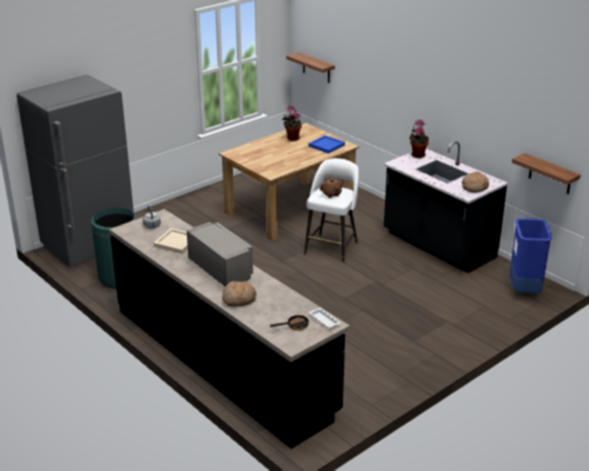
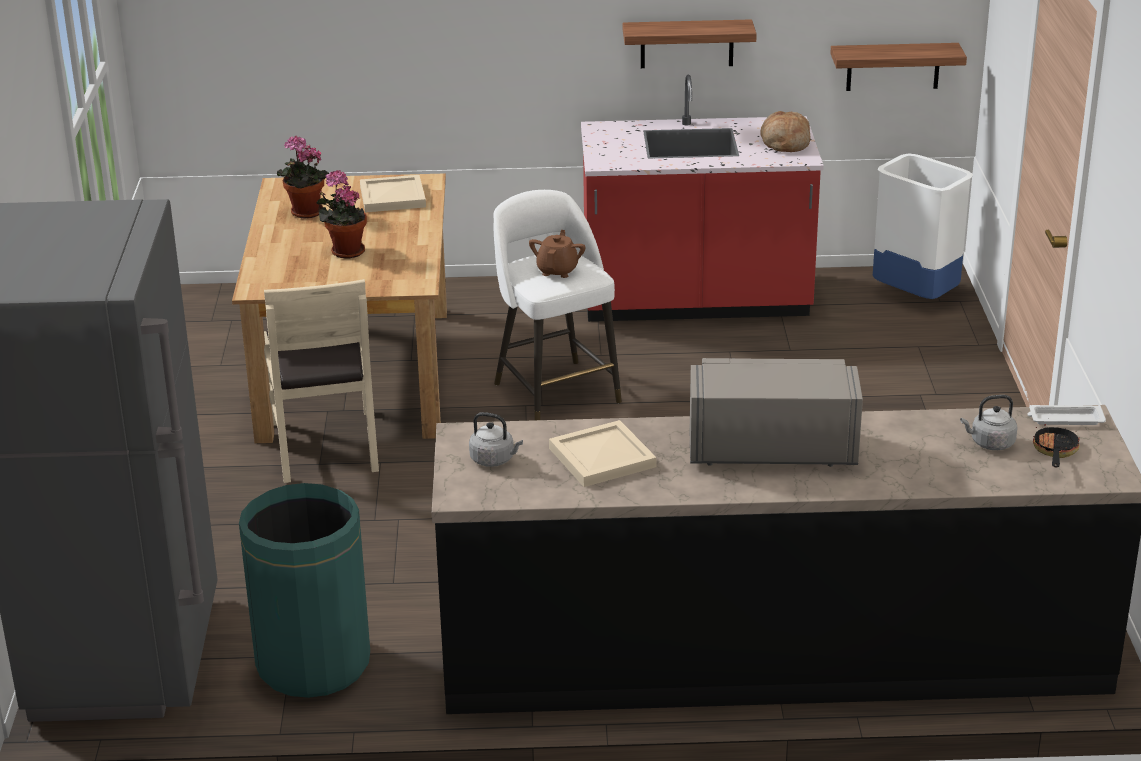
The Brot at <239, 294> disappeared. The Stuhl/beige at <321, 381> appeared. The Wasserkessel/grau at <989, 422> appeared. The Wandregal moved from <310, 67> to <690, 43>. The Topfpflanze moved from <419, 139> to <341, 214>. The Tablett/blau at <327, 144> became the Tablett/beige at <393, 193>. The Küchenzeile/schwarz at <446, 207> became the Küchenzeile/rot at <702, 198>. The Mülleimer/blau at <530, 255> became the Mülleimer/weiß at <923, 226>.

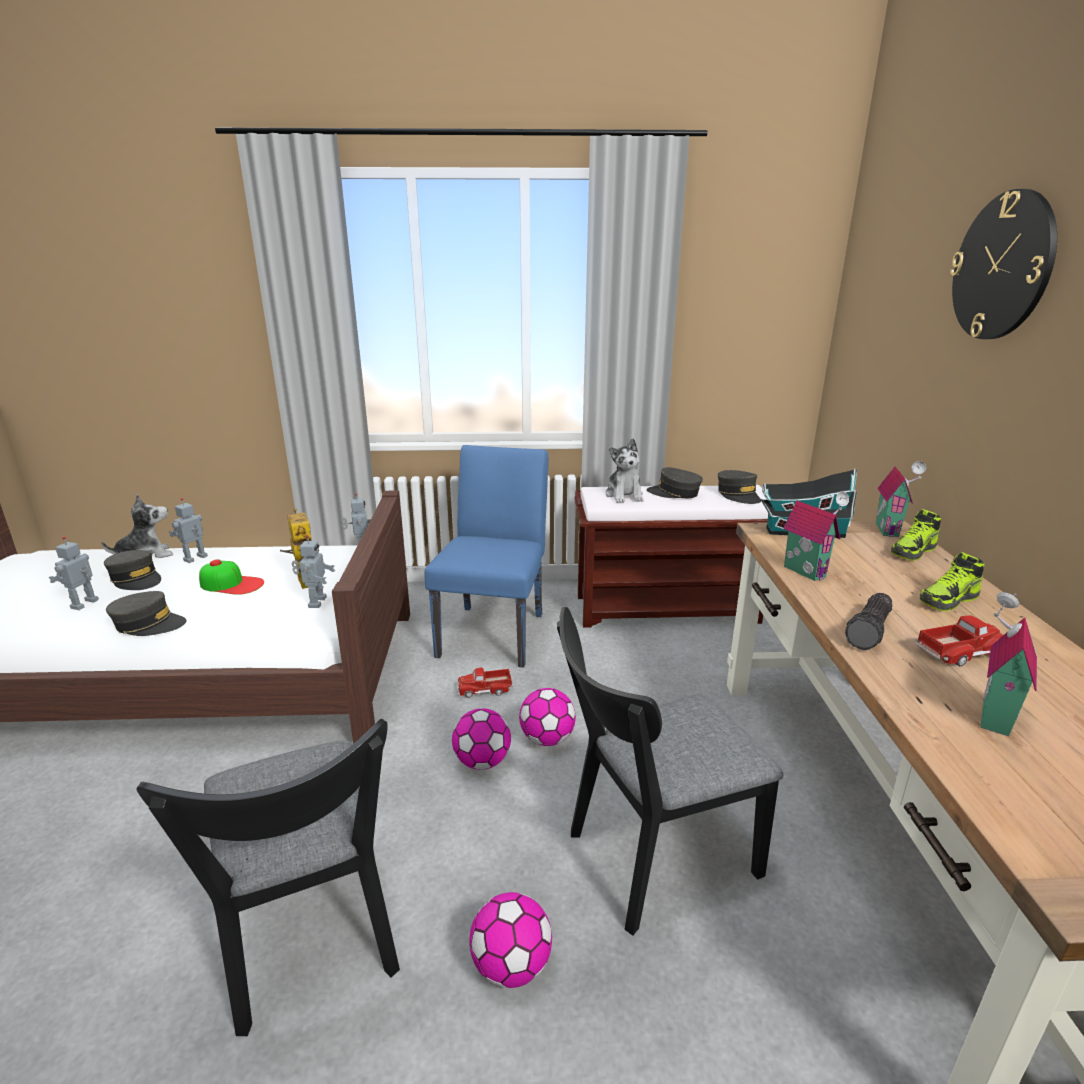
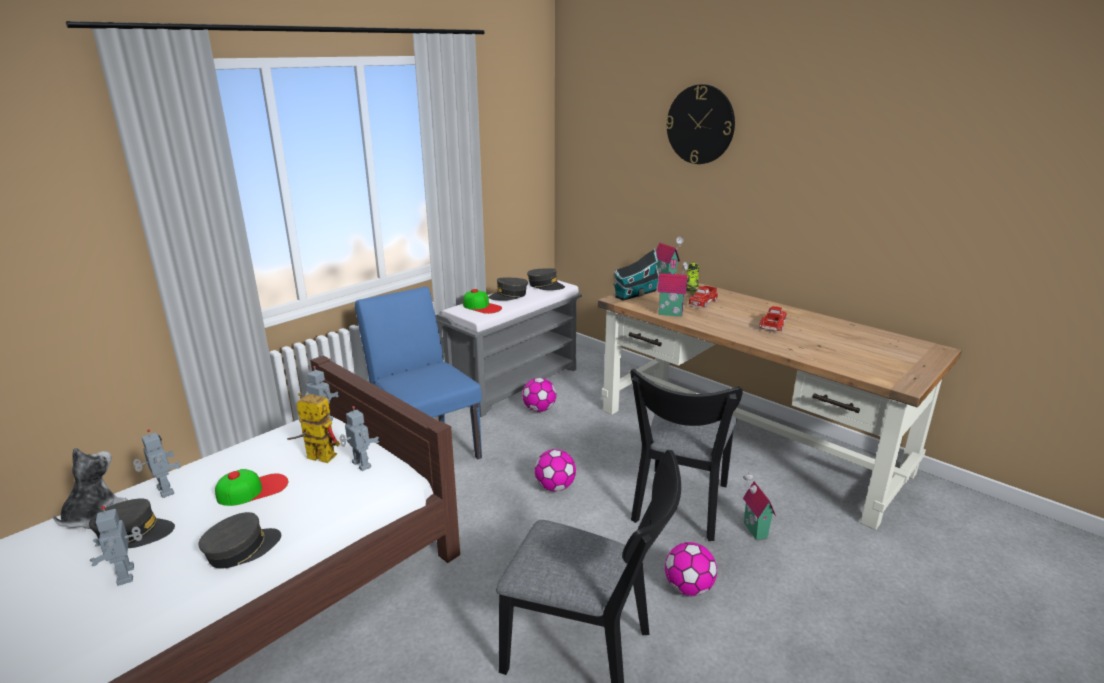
The Taschenlampe at <869, 621> disappeared. The Schuh at <952, 581> disappeared. The Fußball moved from <481, 739> to <539, 395>. The Spielzeuglaster moved from <485, 682> to <703, 297>. The Spielzeughaus moved from <1008, 664> to <759, 507>. The Plüschtier at <625, 470> was replaced by the Kappe at <482, 301>. The Bank/braun at <671, 556> became the Bank/grau at <510, 348>. The Spielzeugroboter at <188, 530> turned 150 degrees clockwise.

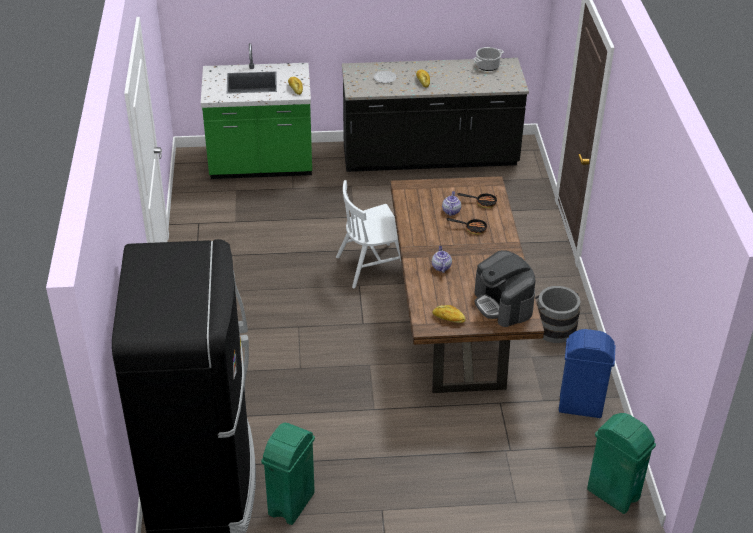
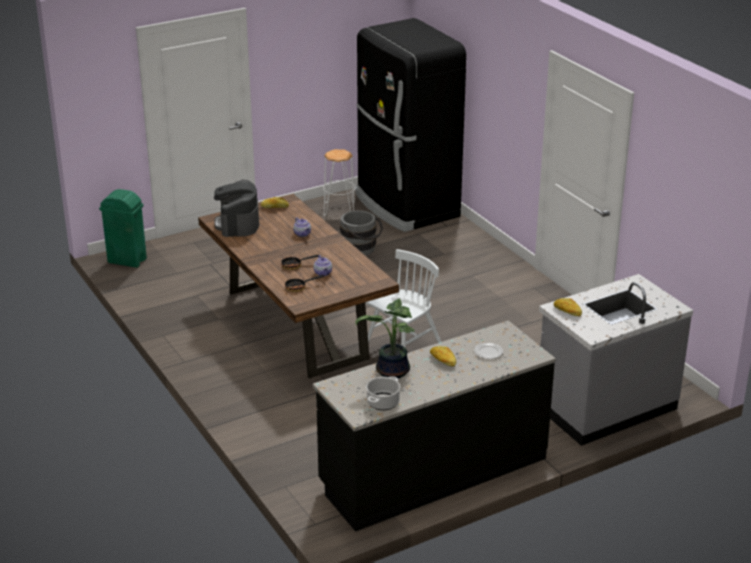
The Mülleimer/blau at <587, 373> disappeared. The Topfpflanze at <385, 339> appeared. The Eimer/grau moved from <557, 314> to <361, 233>. The Mülleimer/grün at <288, 474> was replaced by the Hocker/weiß at <339, 182>. The Küchenzeile/grün at <256, 111> became the Küchenzeile/grau at <616, 360>. The Kaffeemaschine at <504, 288> turned 135 degrees counterclockwise.

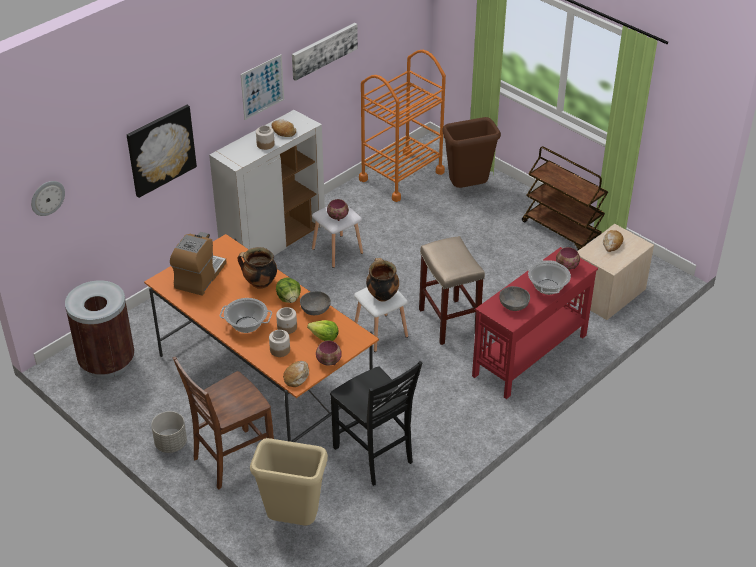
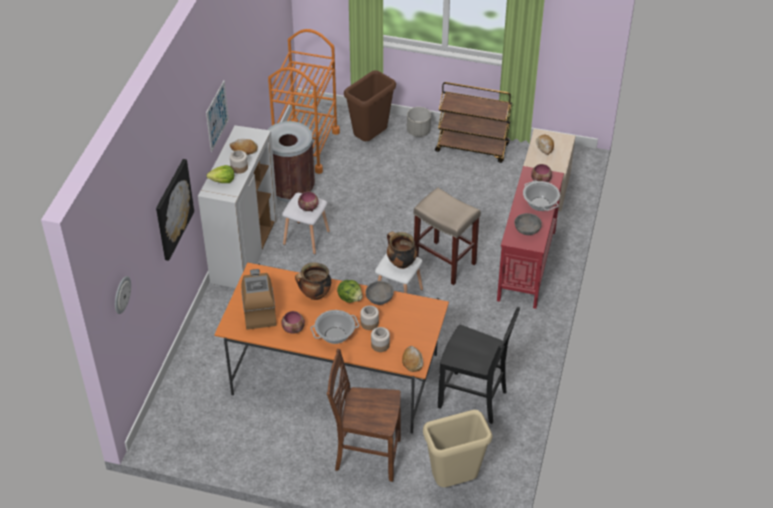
The Bild at <325, 52> disappeared. The Mülleimer/braun moved from <100, 329> to <291, 161>. The Pflanzkübel/grau moved from <169, 432> to <419, 122>. The Salatkopf moved from <323, 330> to <220, 174>. The Schüssel moved from <329, 353> to <293, 322>. The Stuhl/braun at <223, 422> turned 75 degrees clockwise.

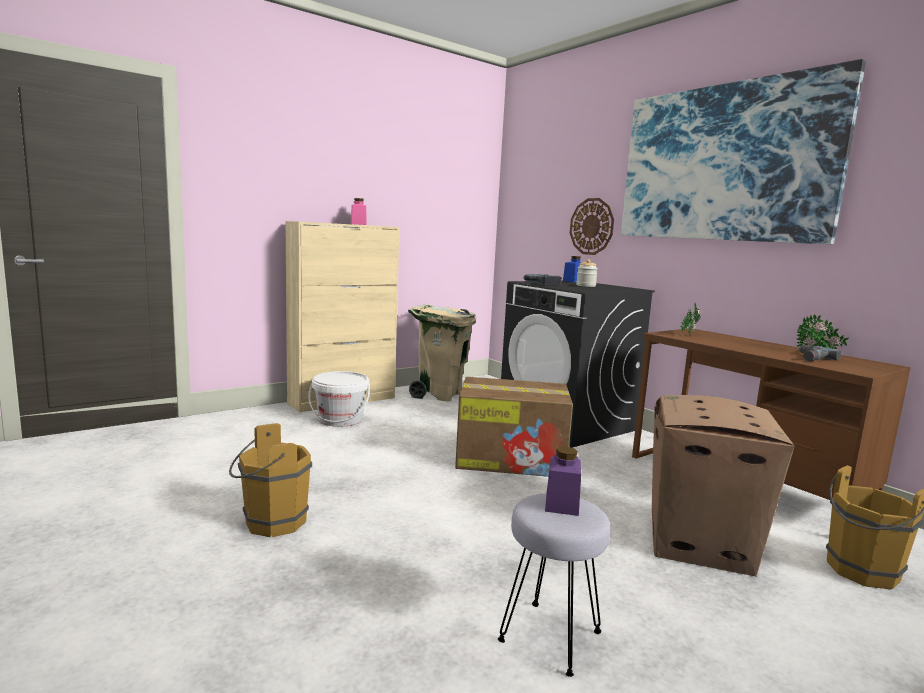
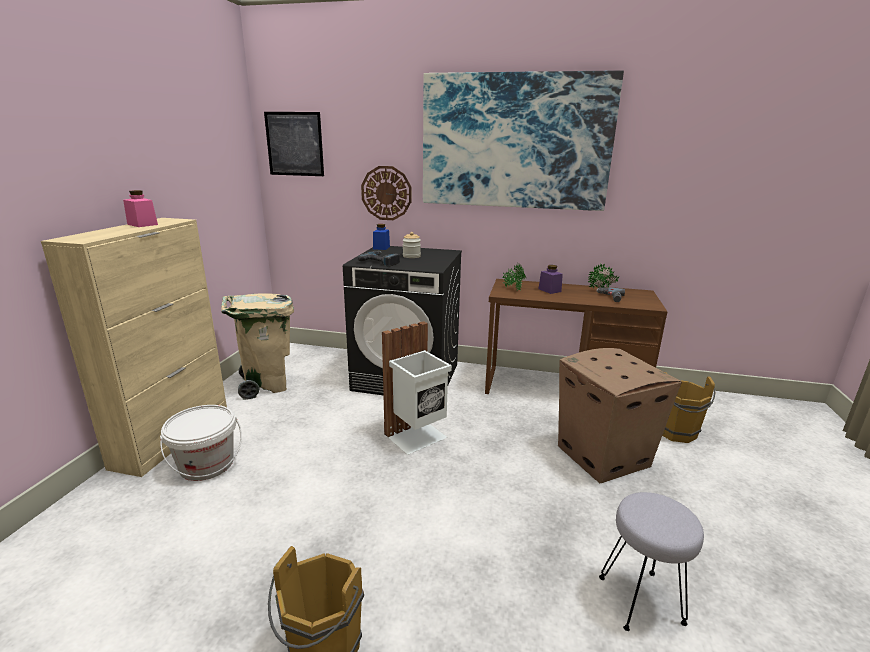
The Bild at <294, 144> appeared. The Vorratsglas/lila moved from <563, 481> to <550, 279>. The Karton at <514, 427> was replaced by the Mülleimer/weiß at <417, 388>.

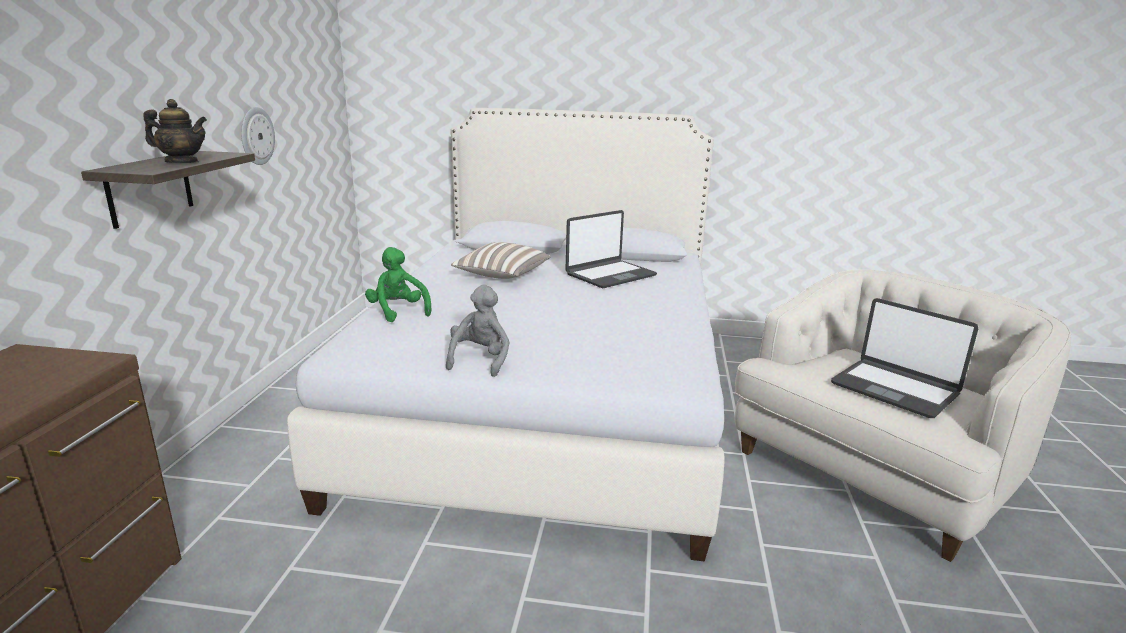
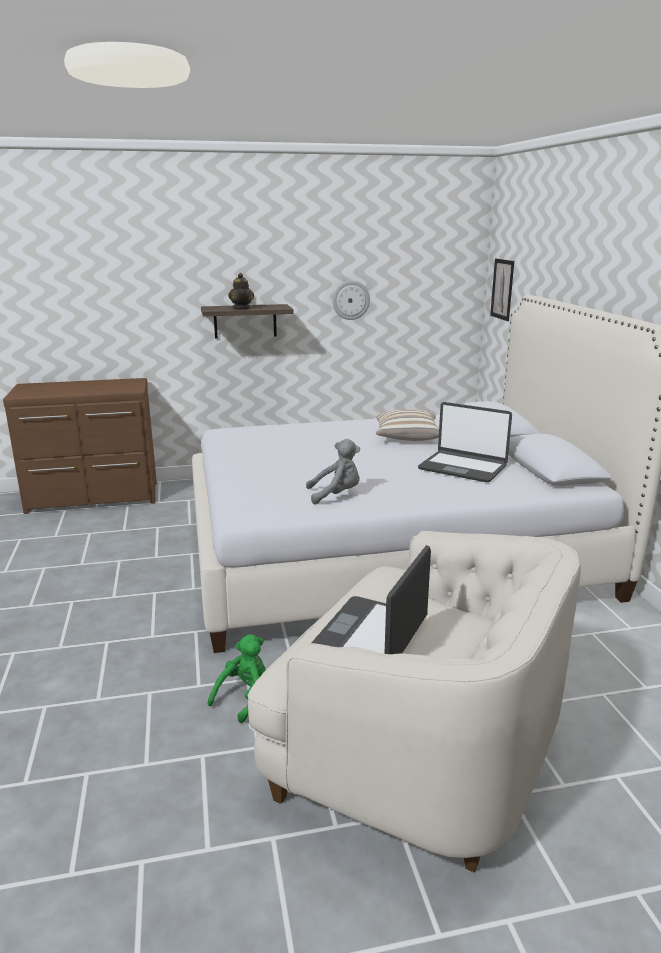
The Bild at <502, 290> appeared. The Plüschtier/grün moved from <398, 284> to <236, 678>. The Plüschtier/grau moved from <477, 331> to <333, 472>.

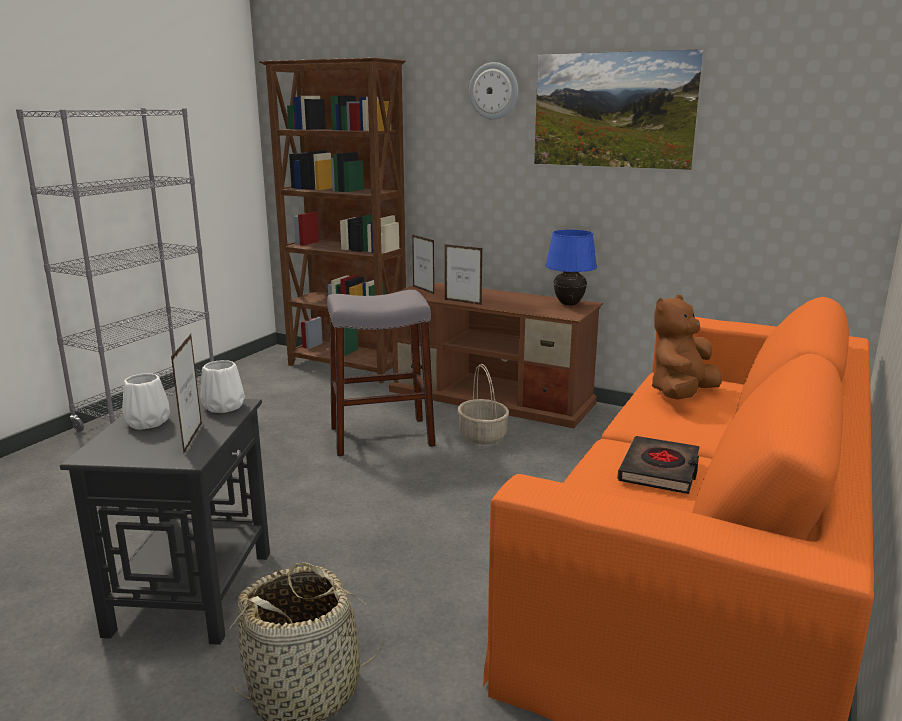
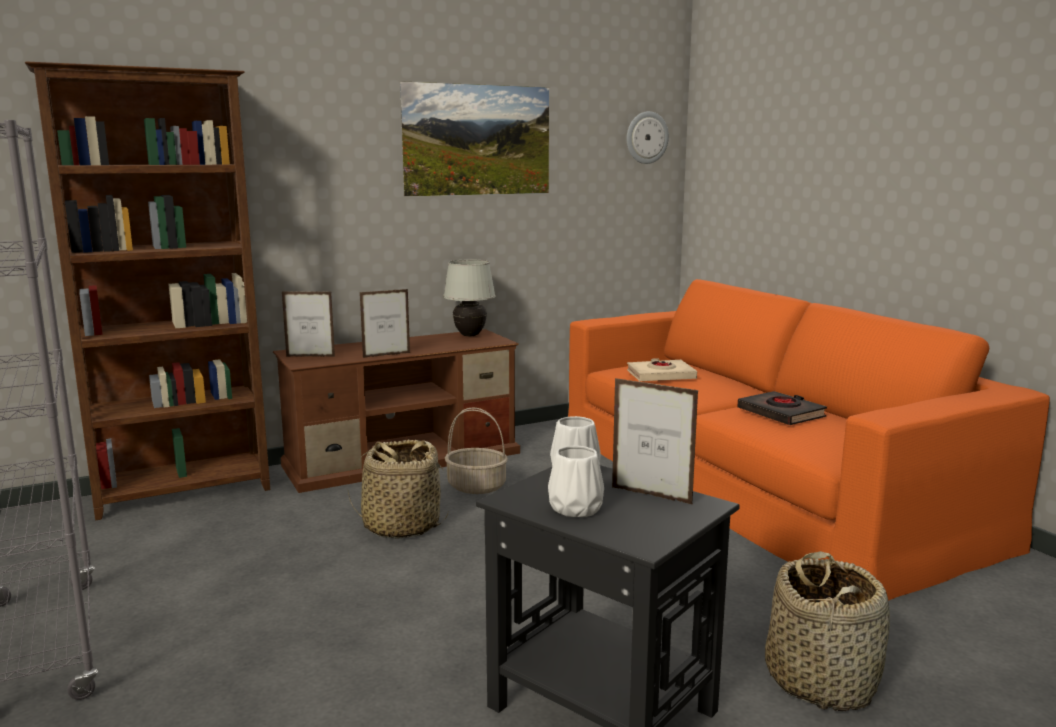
The Wanduhr moved from <493, 91> to <648, 137>. The Hocker/grau at <381, 373> was replaced by the Korb at <398, 489>. The Plüschtier/braun at <687, 347> was replaced by the Buch/beige at <662, 369>. The Tischlampe/blau at <571, 267> became the Tischlampe/weiß at <469, 297>.

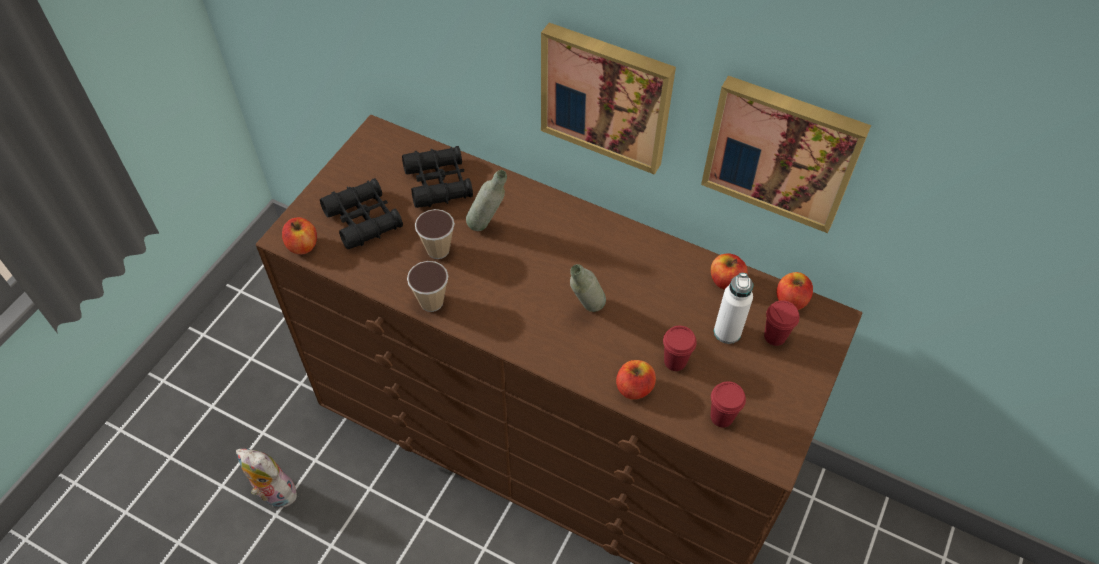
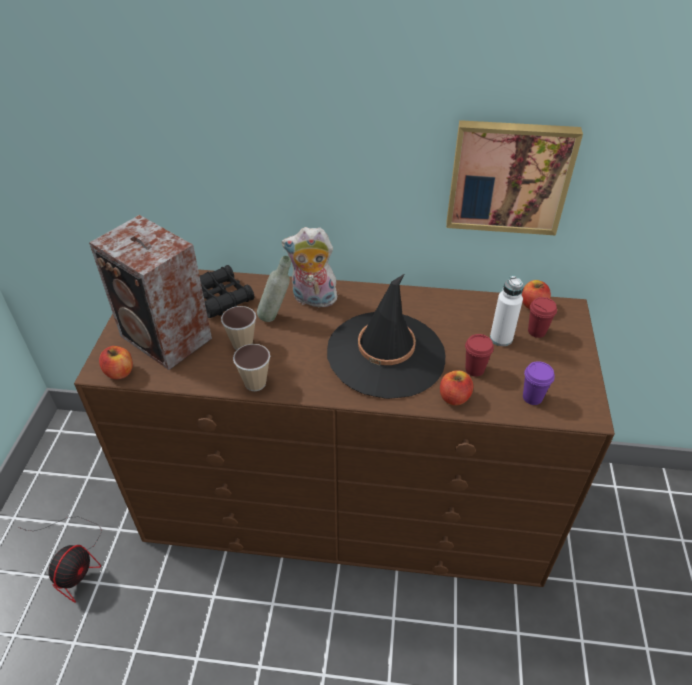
The Bild at <608, 99> disappeared. The Apfel at <729, 271> disappeared. The Ventilator at <60, 559> appeared. The Plüschtier moved from <268, 478> to <310, 267>. The Fernglas/schwarz at <361, 213> was replaced by the Lautsprecher at <150, 292>. The Flasche/grau at <588, 288> was replaced by the Hut/schwarz at <386, 336>. The Tasse/rot at <728, 404> became the Tasse/lila at <539, 383>.

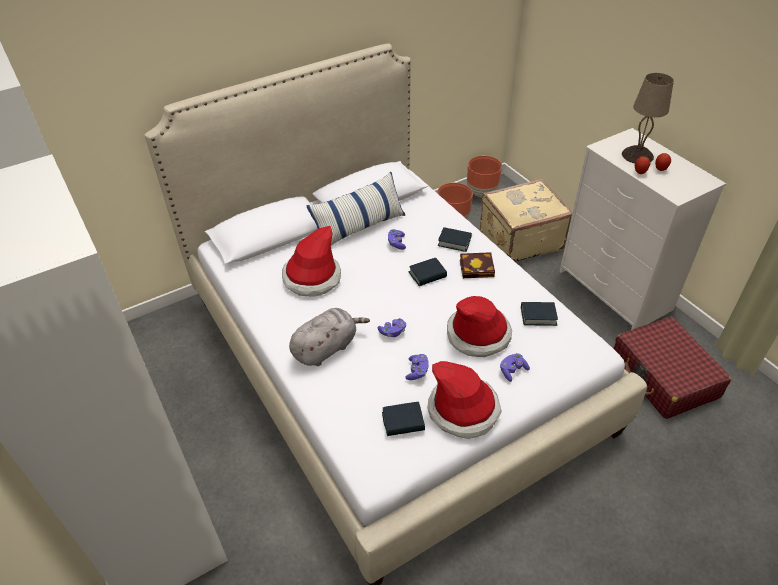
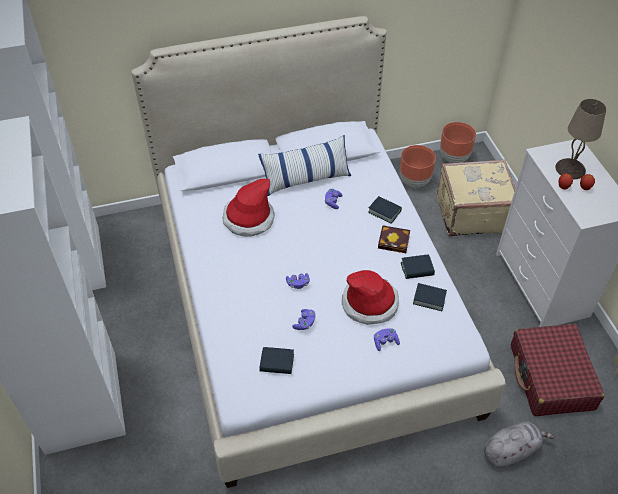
The Hut at <465, 400> disappeared. The Plüschtier/grau moved from <329, 337> to <519, 444>. The Buch moved from <428, 272> to <418, 266>.

